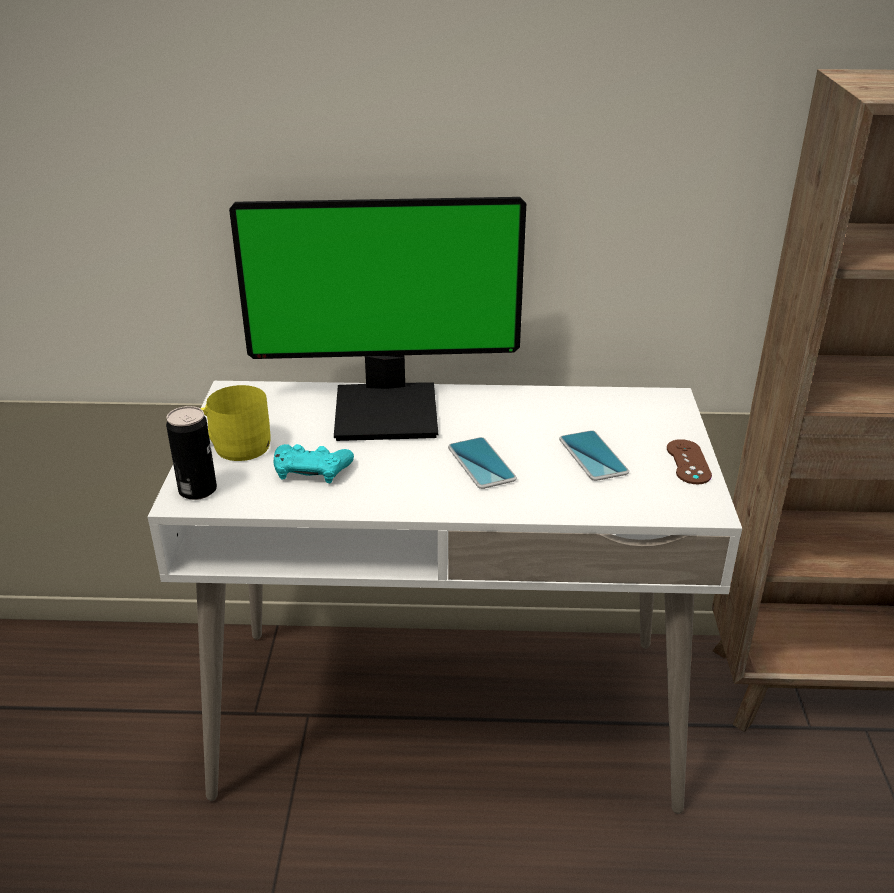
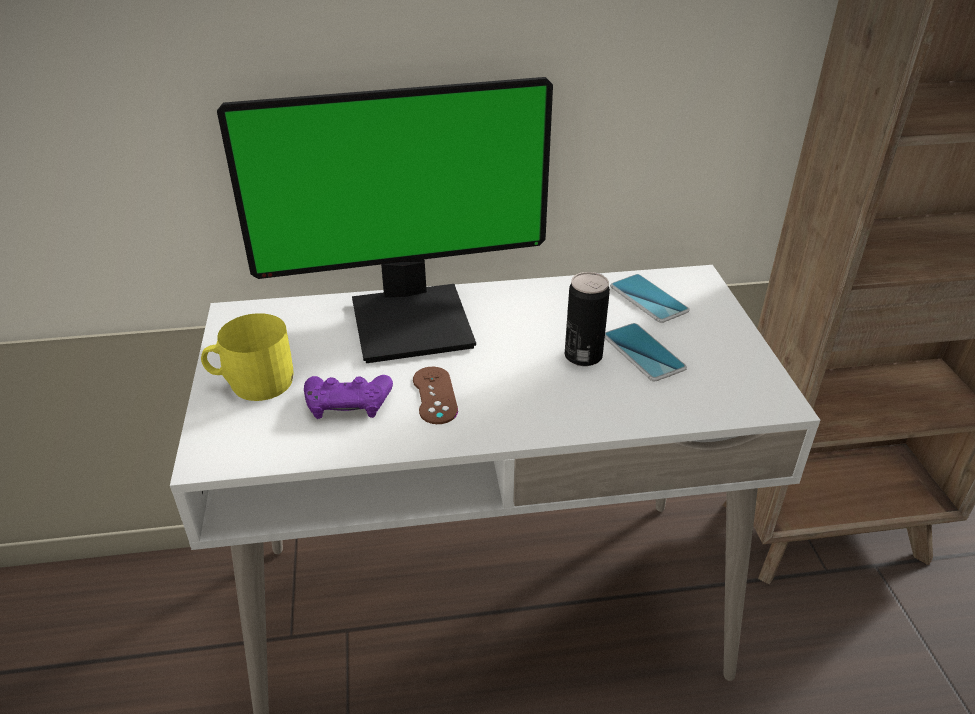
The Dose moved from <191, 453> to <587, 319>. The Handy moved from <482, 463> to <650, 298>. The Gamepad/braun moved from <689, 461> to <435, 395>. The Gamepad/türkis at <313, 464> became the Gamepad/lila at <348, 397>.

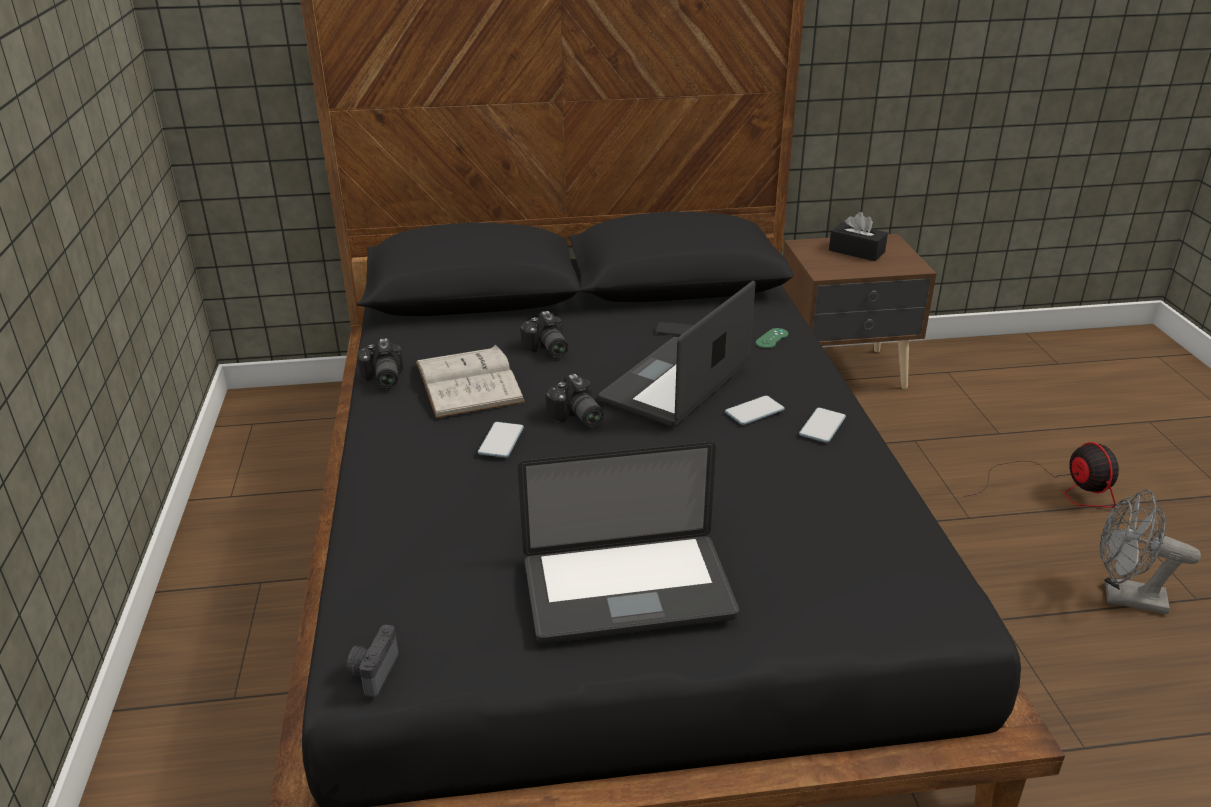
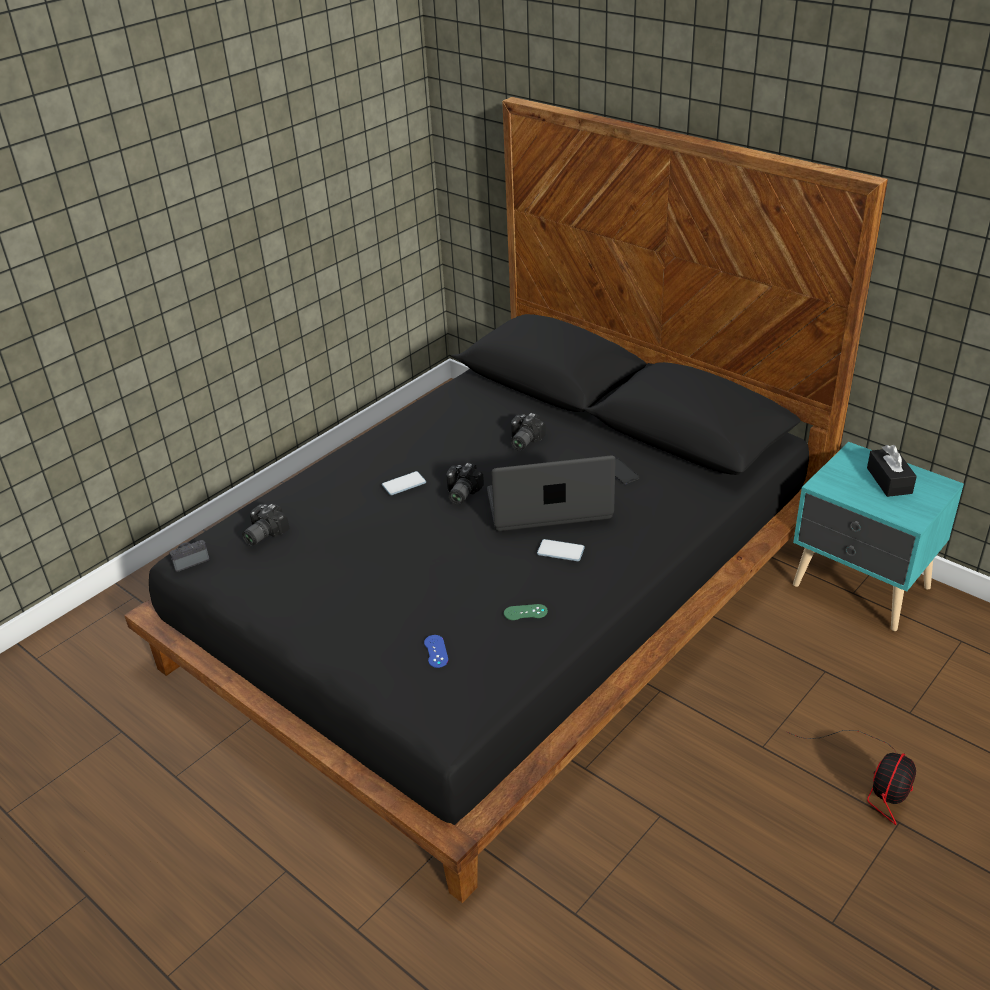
The Buch/weiß at <470, 381> disappeared. The Laptop at <628, 542> disappeared. The Handy at <822, 425> disappeared. The Ventilator/grau at <1150, 551> disappeared. The Gamepad/blau at <436, 651> appeared. The Kamera moved from <380, 363> to <266, 524>. The Gamepad/grün moved from <772, 338> to <526, 612>. The Nachttisch/braun at <859, 311> became the Nachttisch/türkis at <878, 536>.

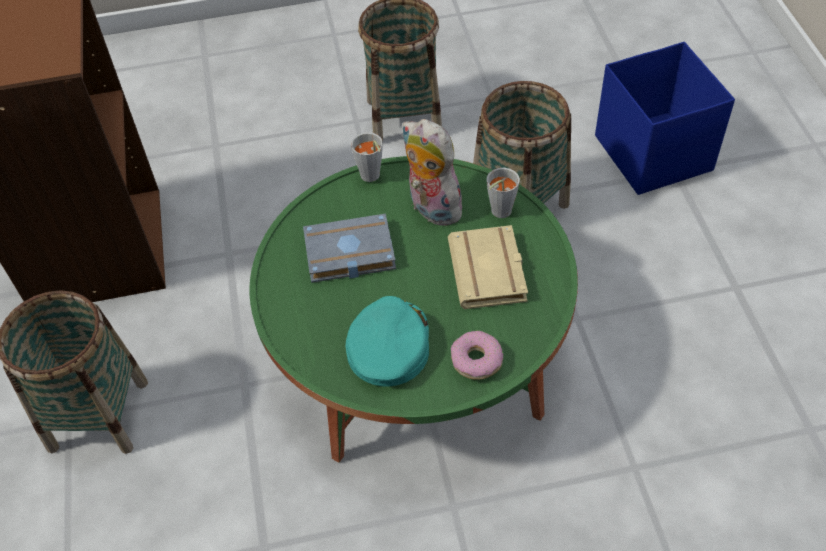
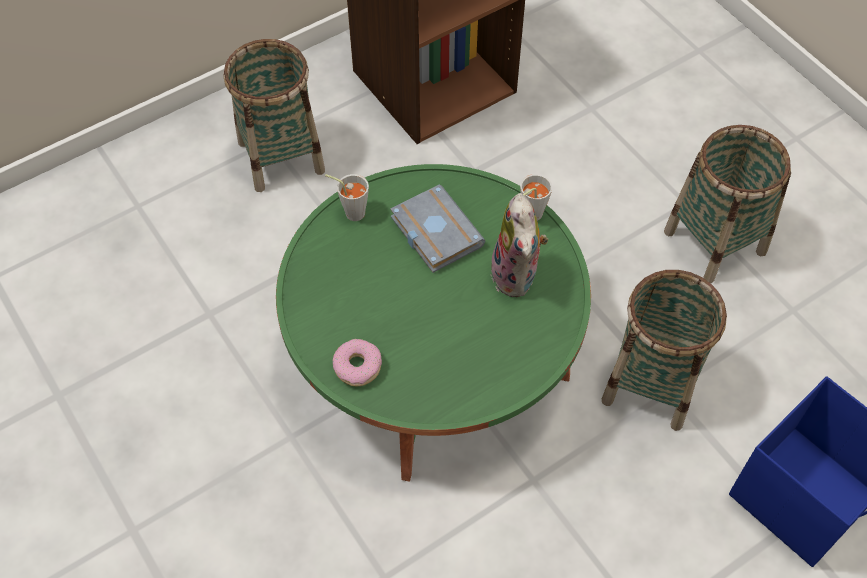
The Kappe/türkis at <387, 341> disappeared. The Buch/beige at <488, 267> disappeared. The Tasse/grau moved from <503, 193> to <347, 197>. The Plüschtier at <433, 172> turned 150 degrees clockwise.

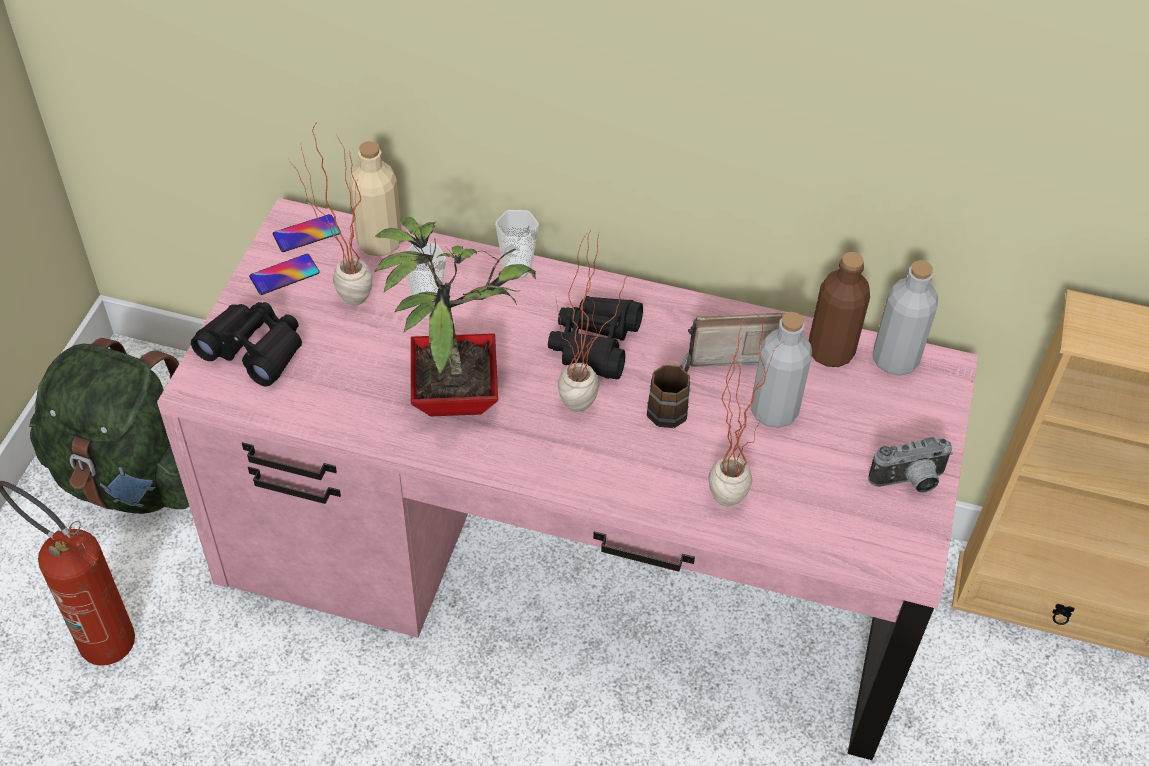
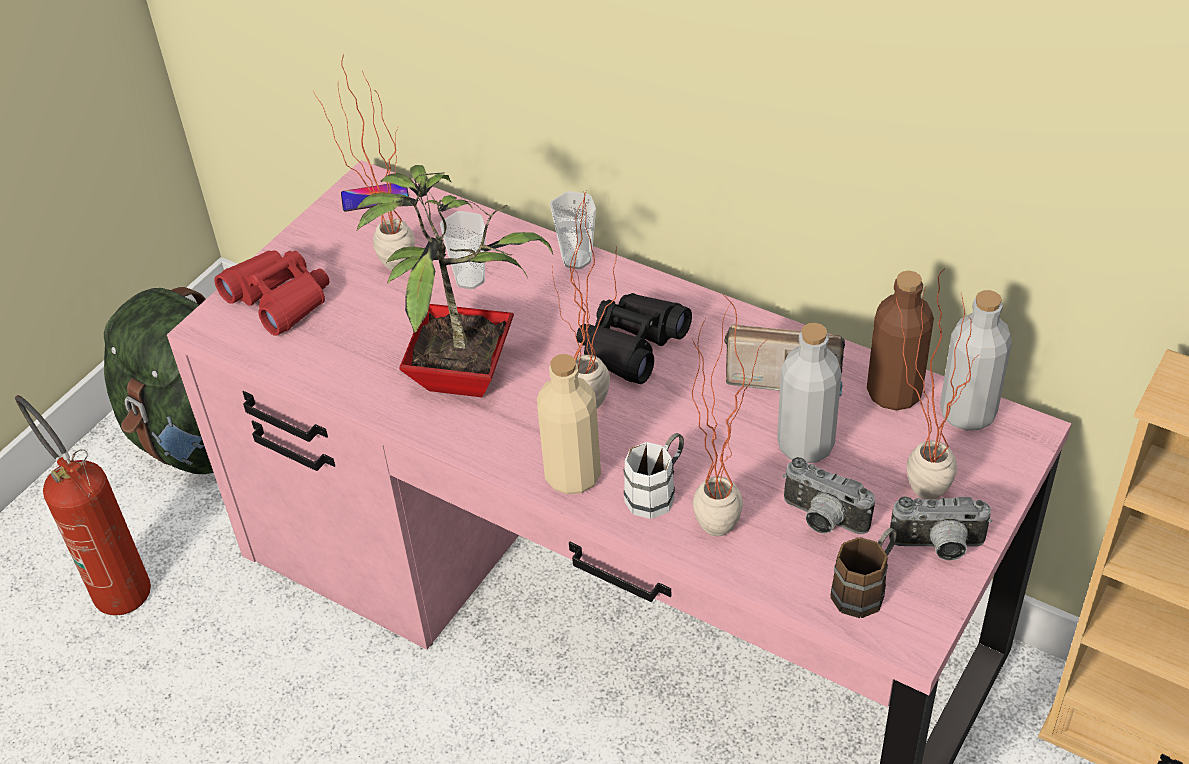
The Handy at <284, 274> disappeared. The Henkelbecher/weiß at <654, 476> appeared. The Kamera at <829, 495> appeared. The Topfpflanze at <936, 384> appeared. The Flasche/beige moved from <375, 198> to <569, 424>. The Henkelbecher/braun moved from <669, 391> to <863, 573>. The Fernglas/schwarz at <246, 344> became the Fernglas/rot at <271, 293>.

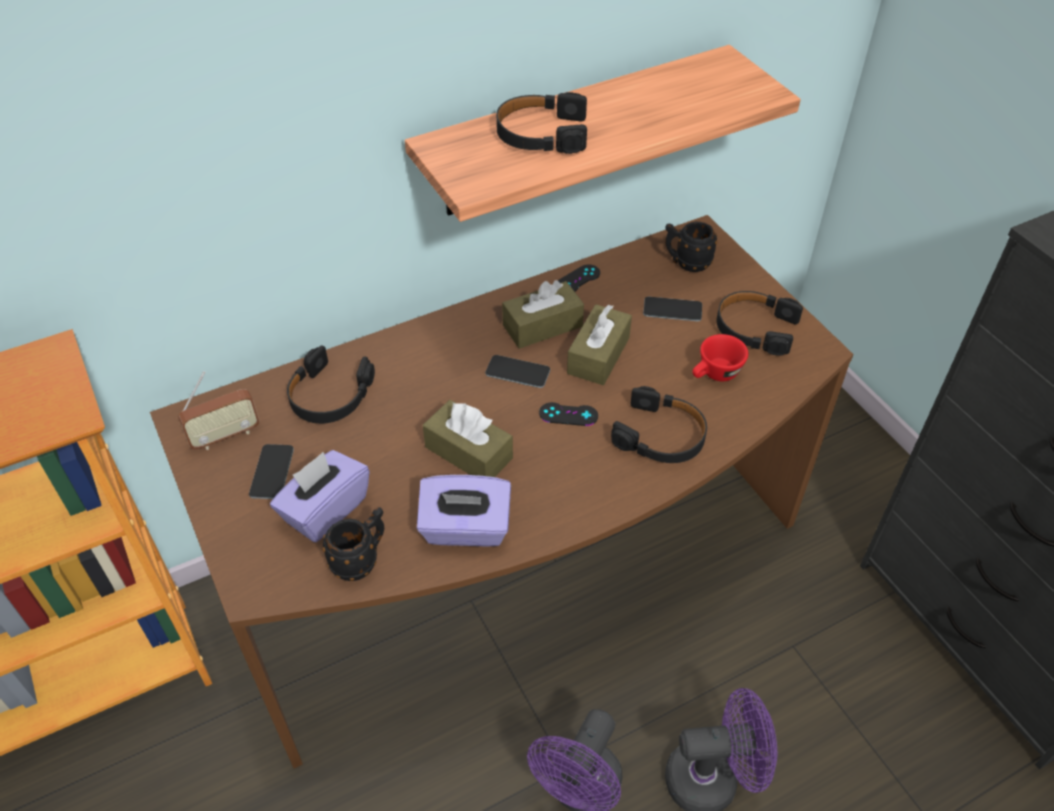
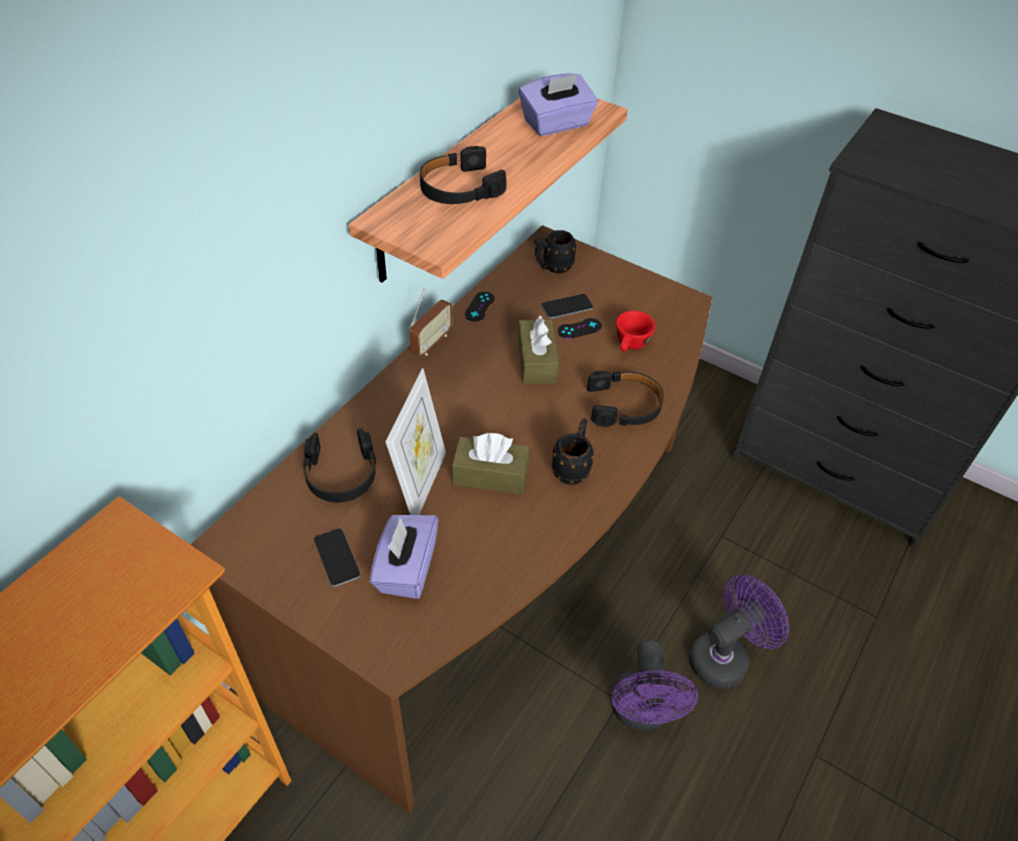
The Handy at <517, 371> disappeared. The Taschentuchbox/braun at <543, 314> disappeared. The Kopfhörer/schwarz at <759, 323> disappeared. The Bilderrahmen at <416, 441> appeared. The Radio moved from <219, 410> to <431, 322>. The Henkelbecher/schwarz moved from <353, 544> to <573, 451>. The Taschentuchbox/lila moved from <464, 511> to <558, 104>. The Gamepad/schwarz moved from <568, 414> to <580, 328>.

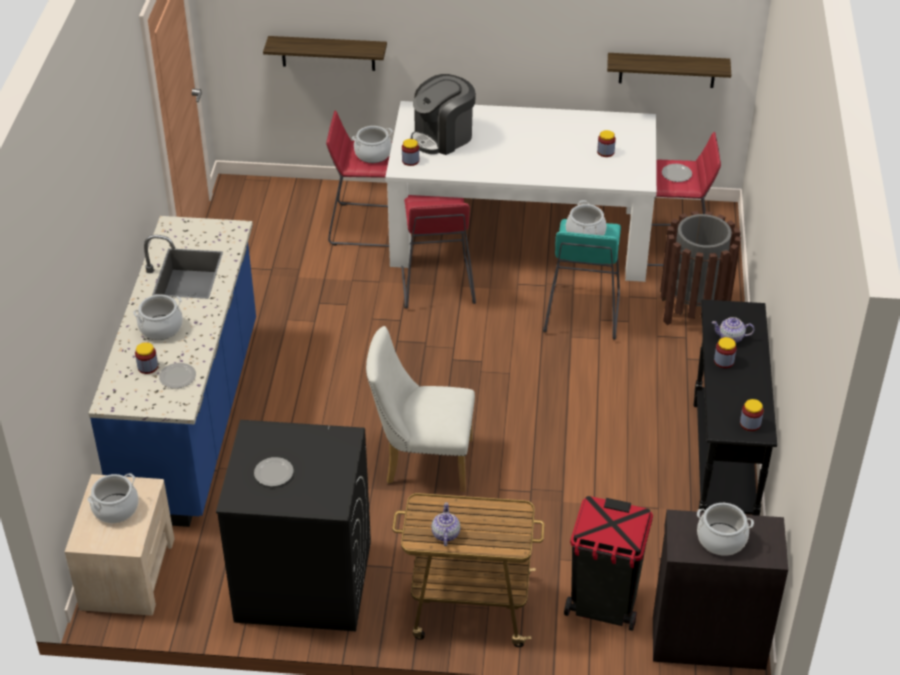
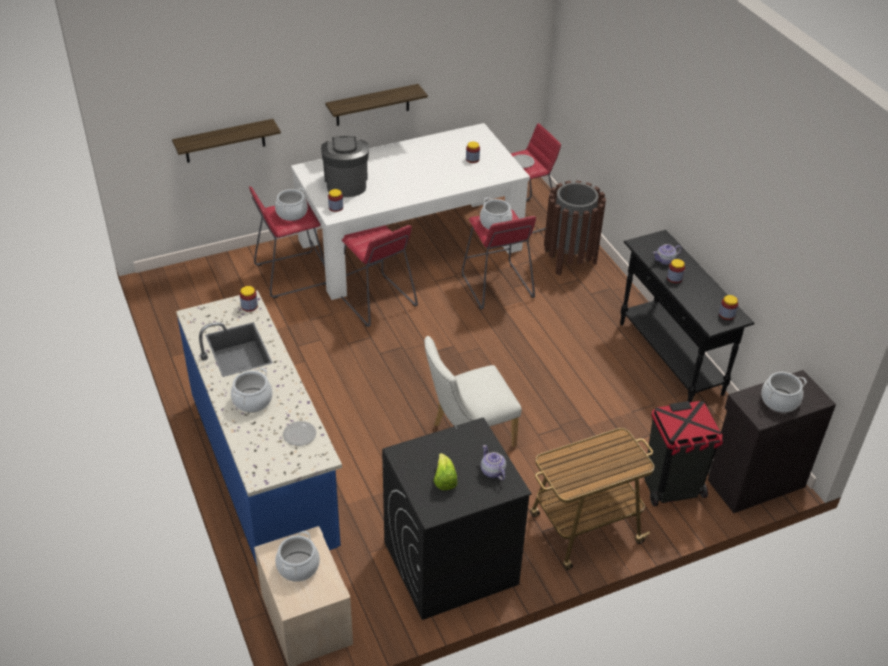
The Vorratsglas moved from <146, 358> to <249, 299>. The Teekanne moved from <445, 524> to <493, 462>. The Wandregal moved from <669, 70> to <376, 105>. The Teller at <274, 471> was replaced by the Salatkopf at <445, 471>. The Hocker/türkis at <582, 279> became the Hocker/rot at <499, 259>. The Kaffeemaschine at <443, 114> turned 150 degrees clockwise.

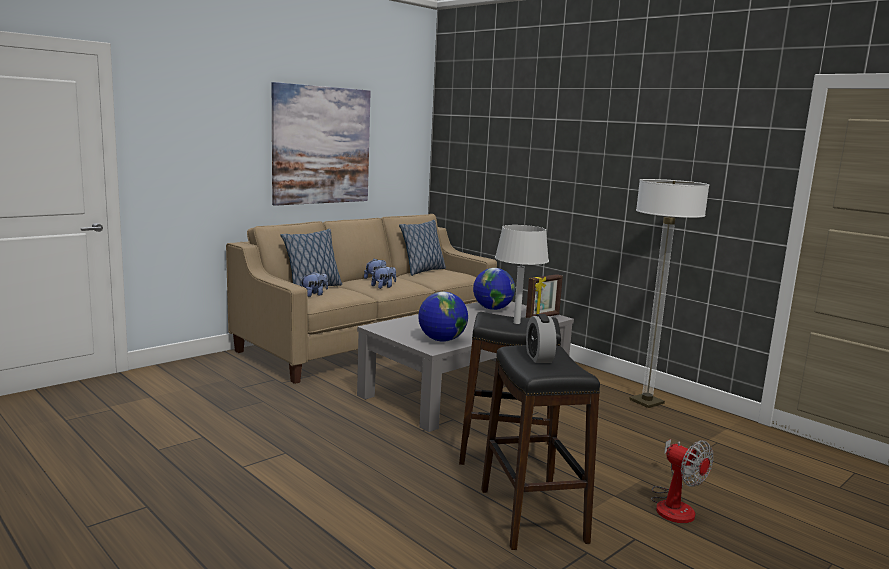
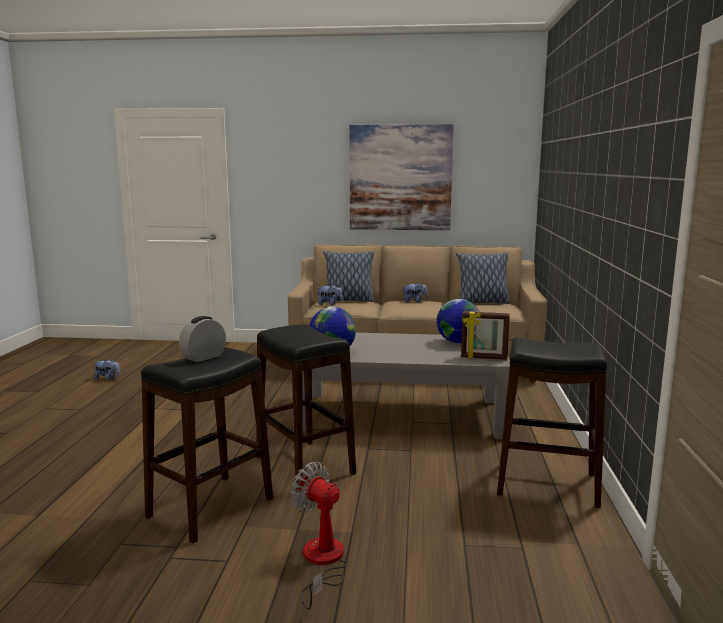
The Tischlampe/grau at <522, 274> disappeared. The Plüschtier moved from <383, 277> to <107, 370>. The Stehlampe at <669, 293> was replaced by the Hocker/schwarz at <552, 422>. The Ventilator at <682, 481> turned 120 degrees clockwise.

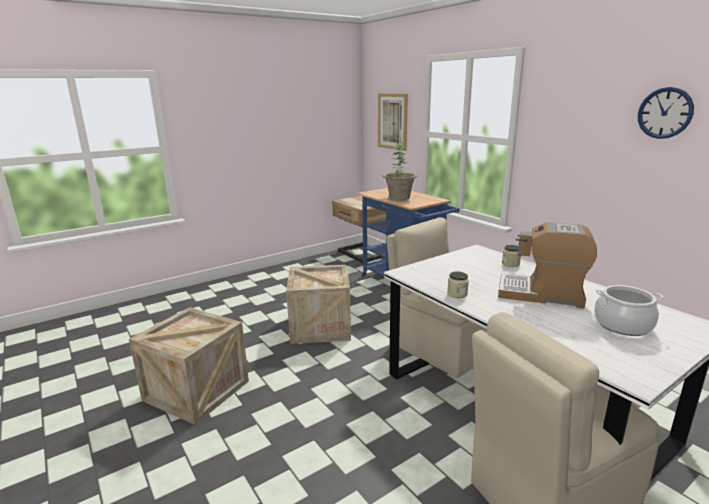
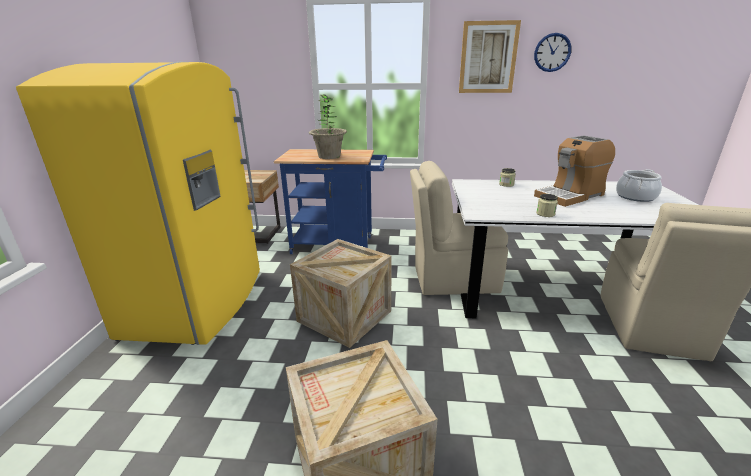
The Kühlschrank/gelb at <138, 203> appeared. The Bild moved from <393, 122> to <490, 56>.

